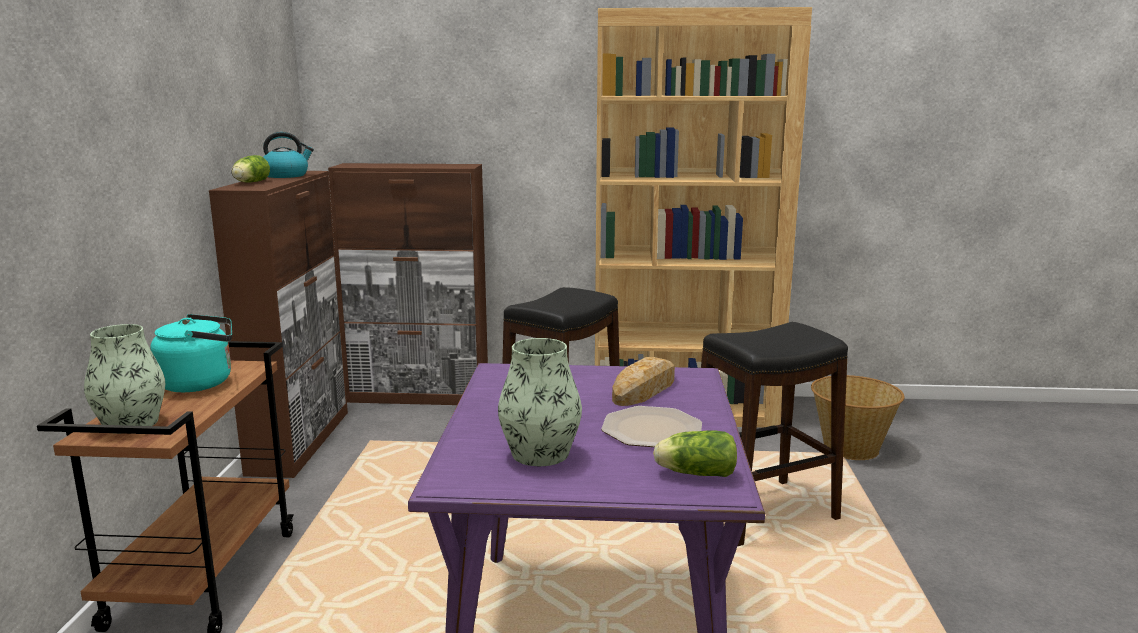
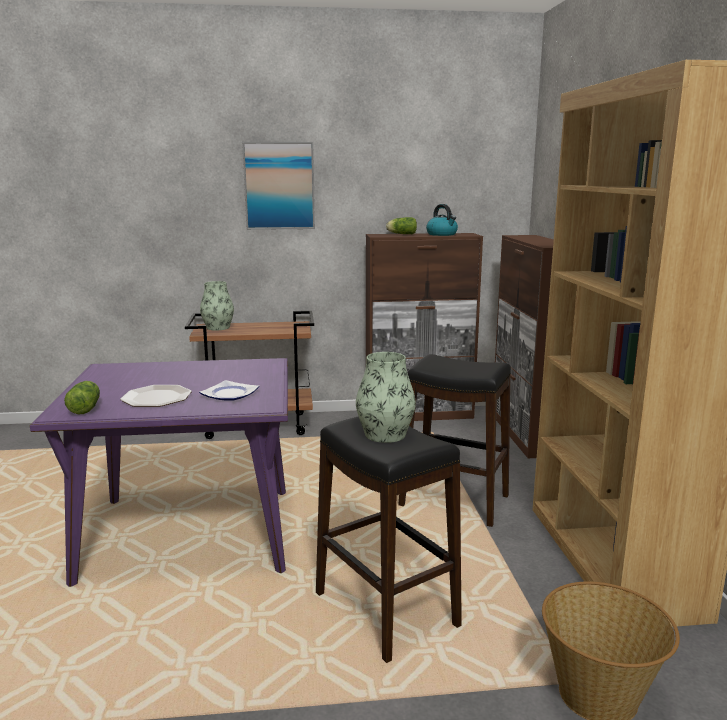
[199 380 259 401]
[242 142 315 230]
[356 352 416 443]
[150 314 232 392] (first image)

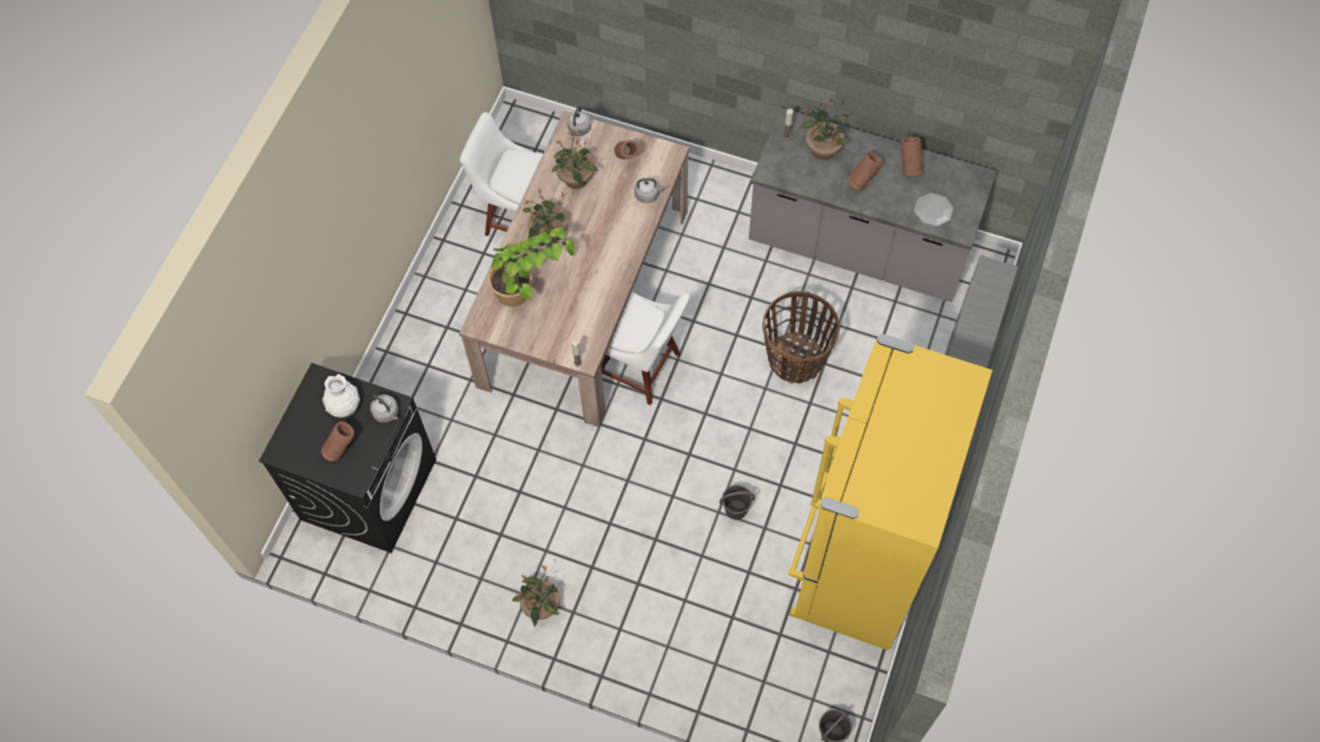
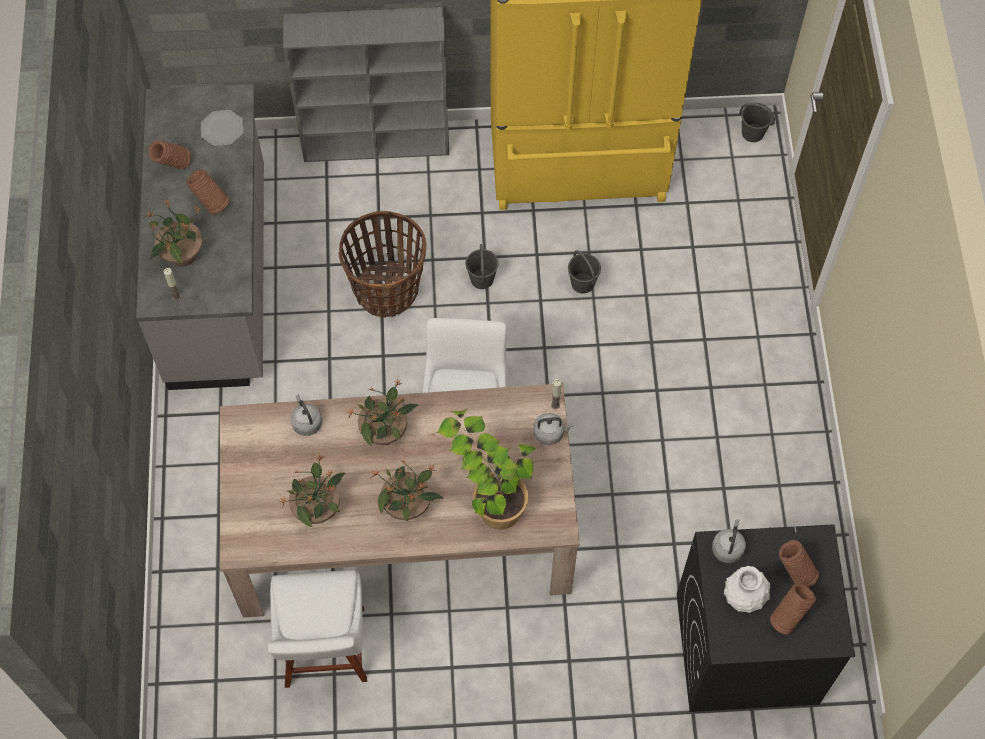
[347 378 419 446]
[465 244 499 289]
[533 413 574 445]
[770 583 816 635]

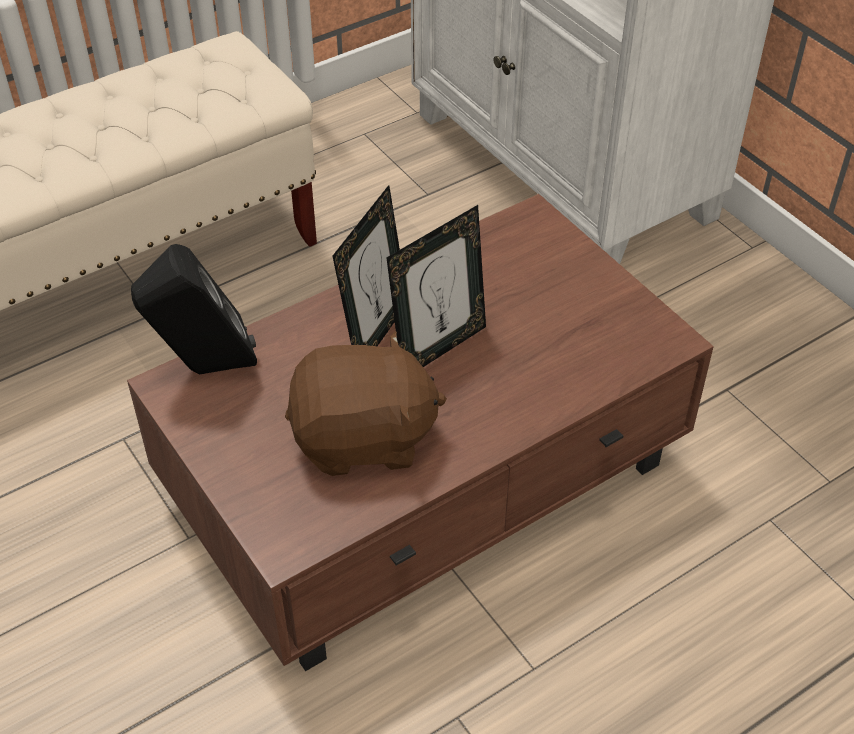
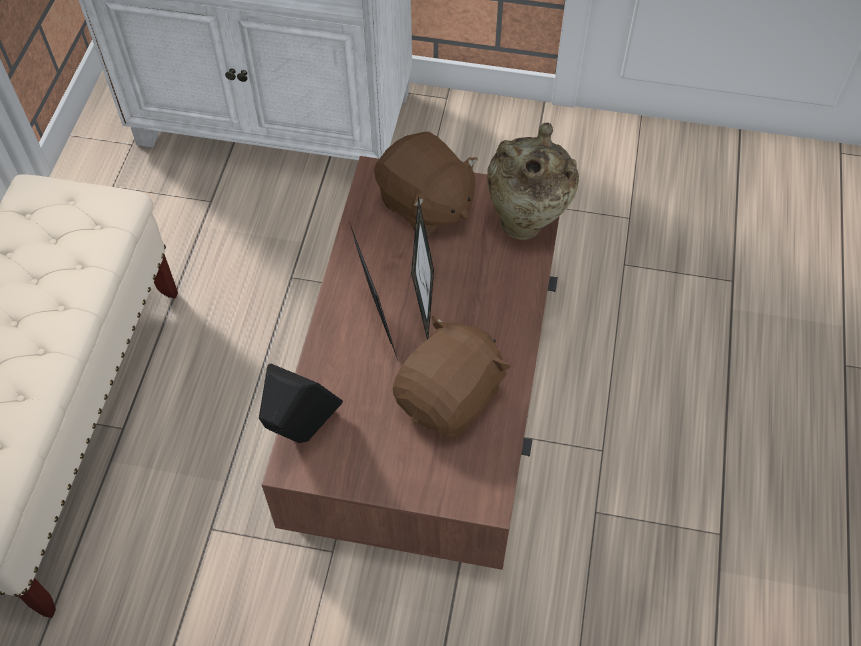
[374 132 478 235]
[487 123 579 240]

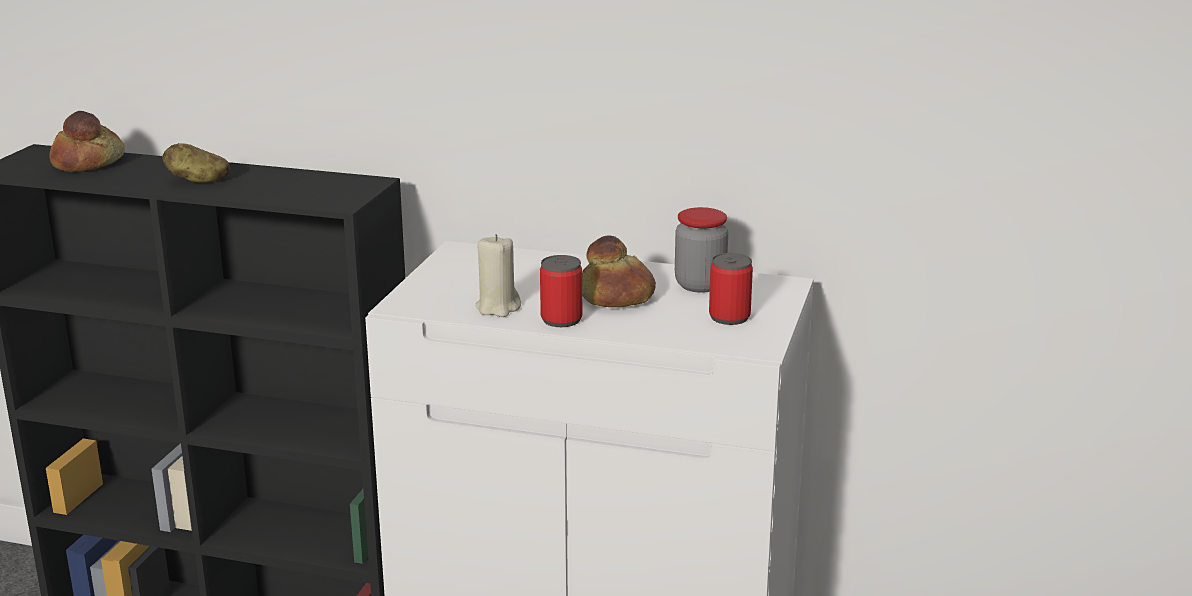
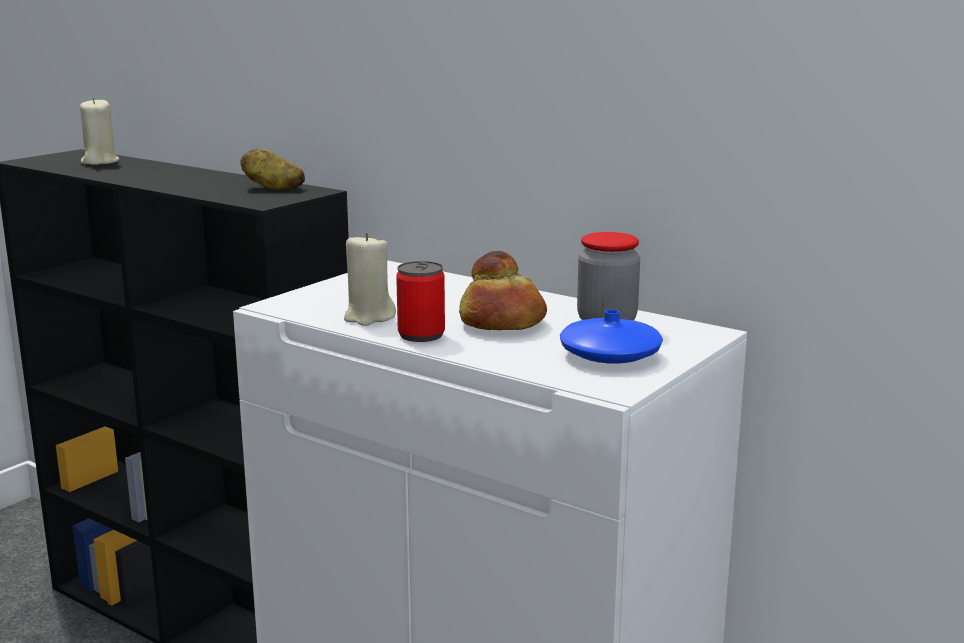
[80 97 119 165]
[240 149 305 190]
[560 310 663 364]

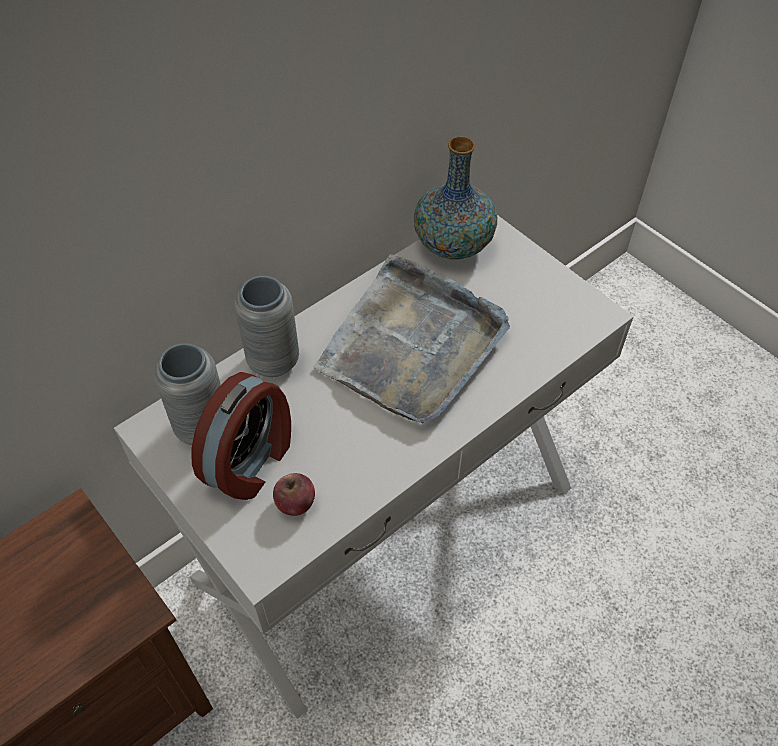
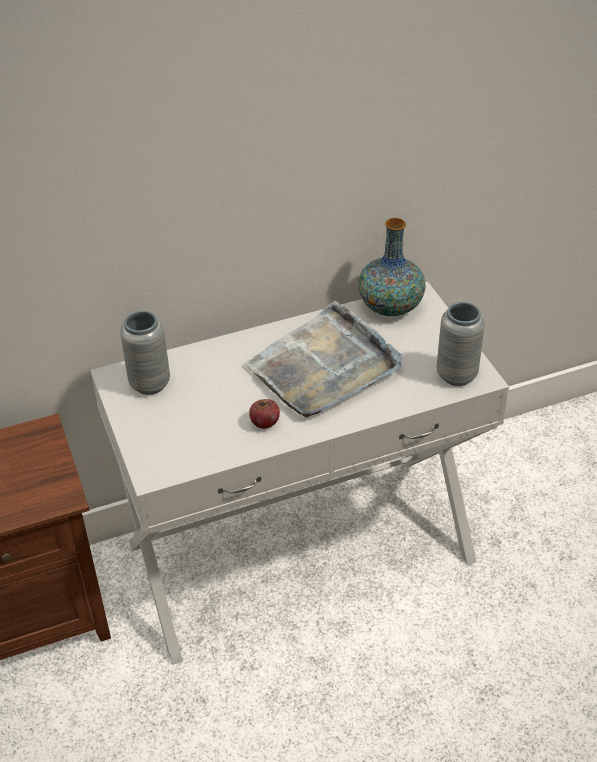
[249 399 280 429]
[437 302 485 386]
[191 372 291 500] (first image)

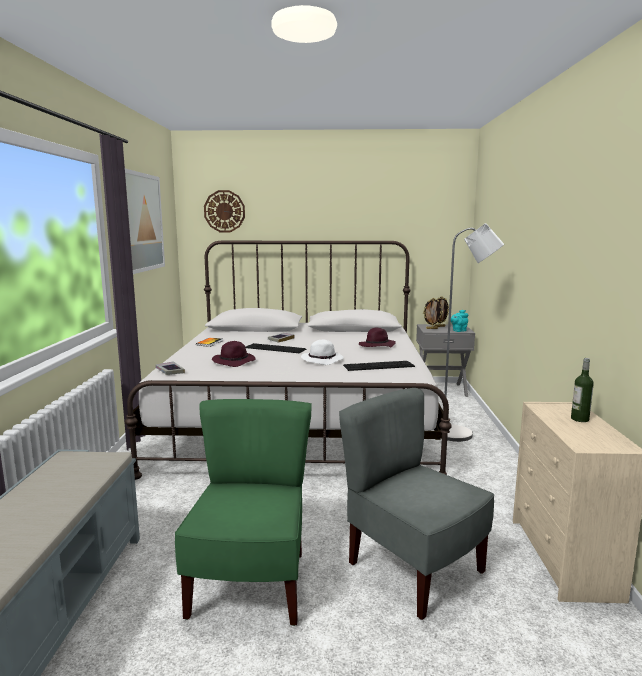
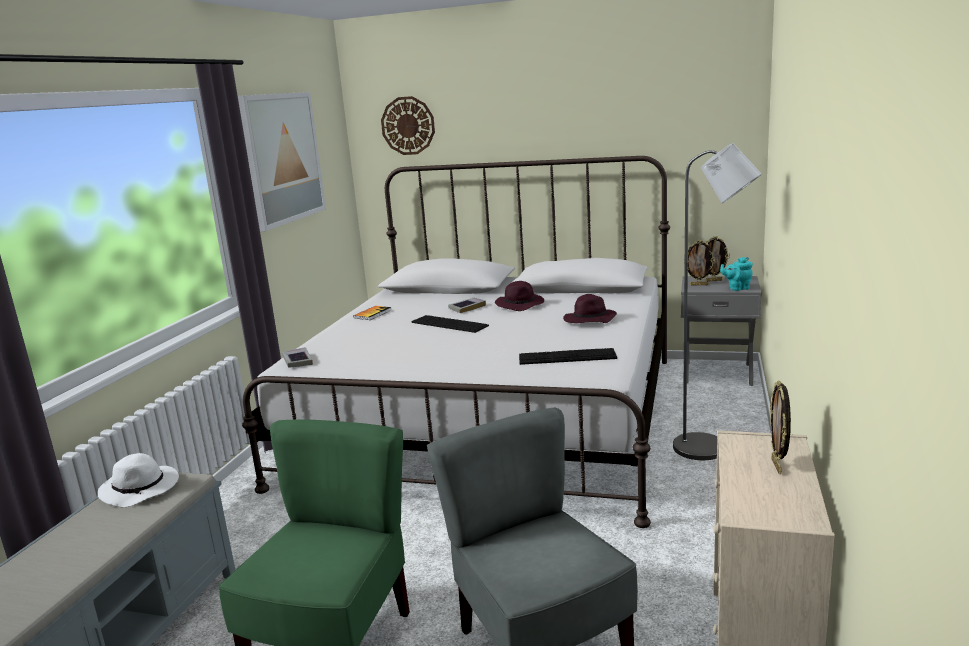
[98 453 179 507]
[495 281 544 311]
[770 380 791 474]

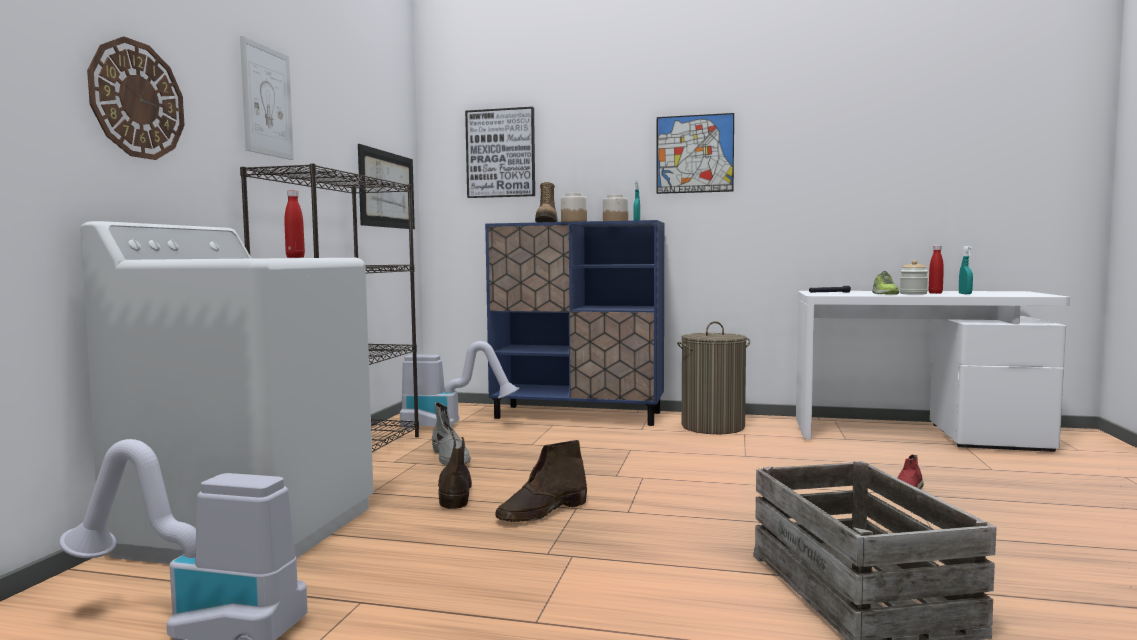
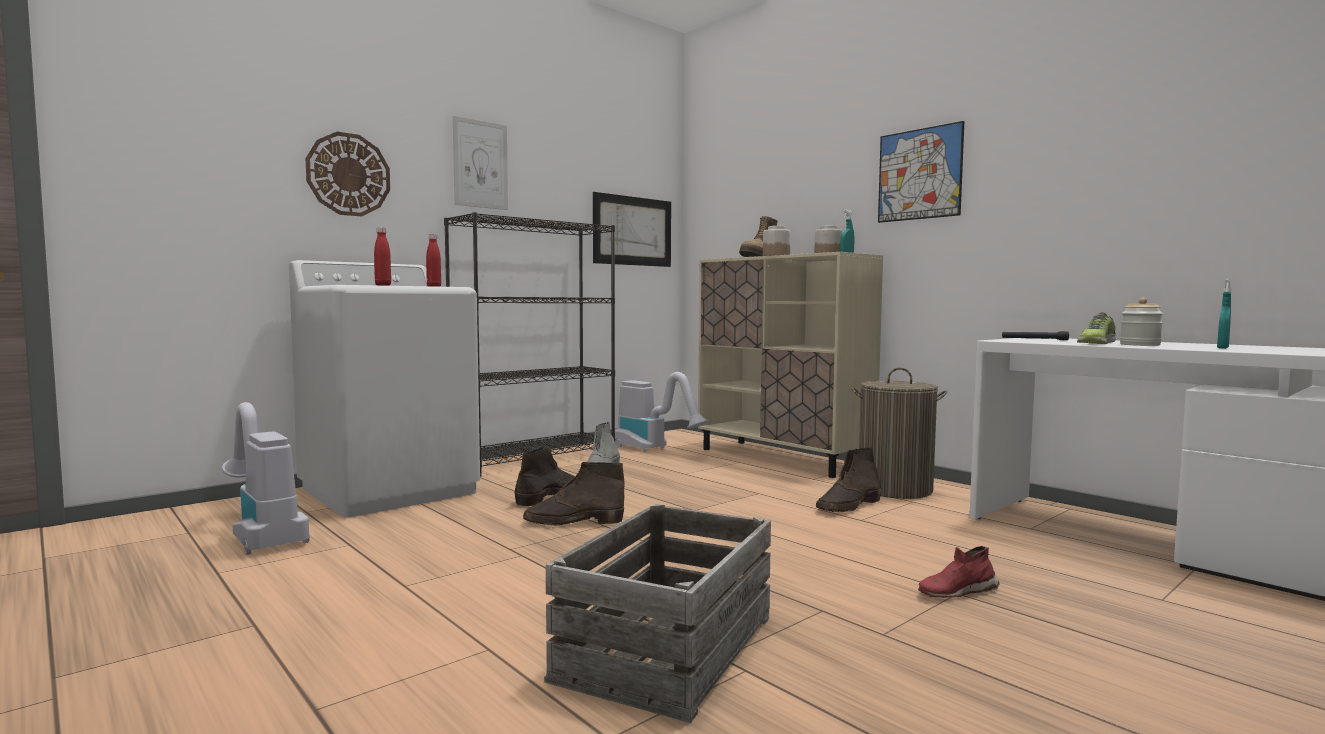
[374 227 391 285]
[698 252 883 478]
[816 447 881 512]
[465 107 535 198] (first image)

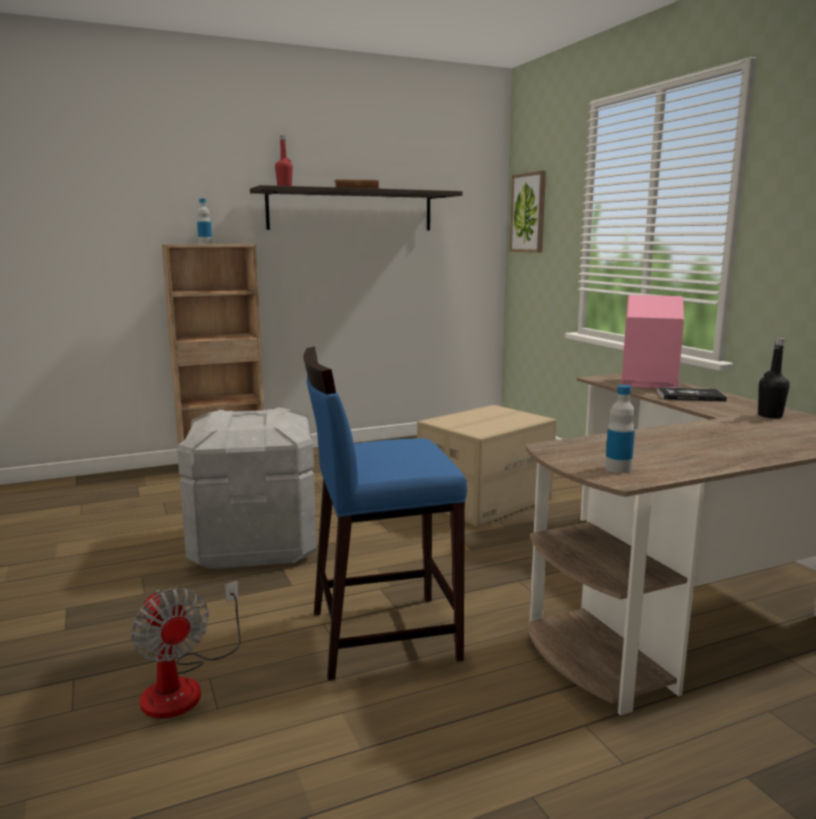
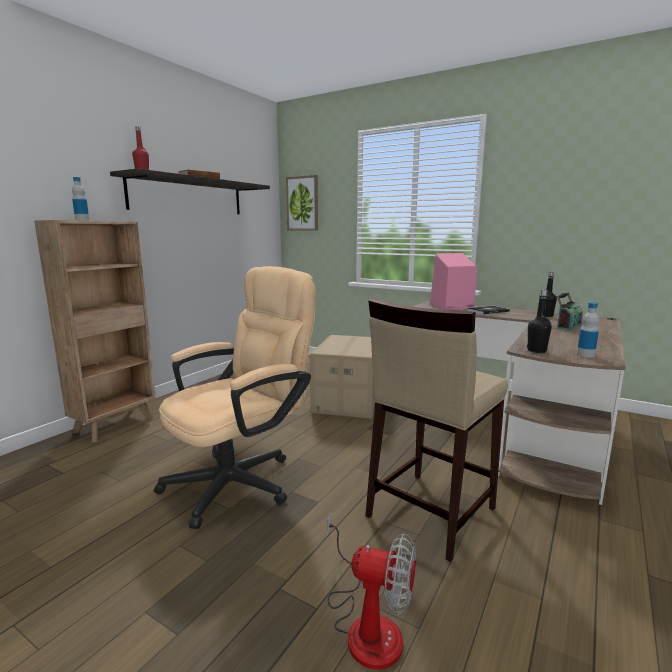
[154 266 315 529]
[365 299 508 562]
[527 289 552 353]
[557 292 583 330]

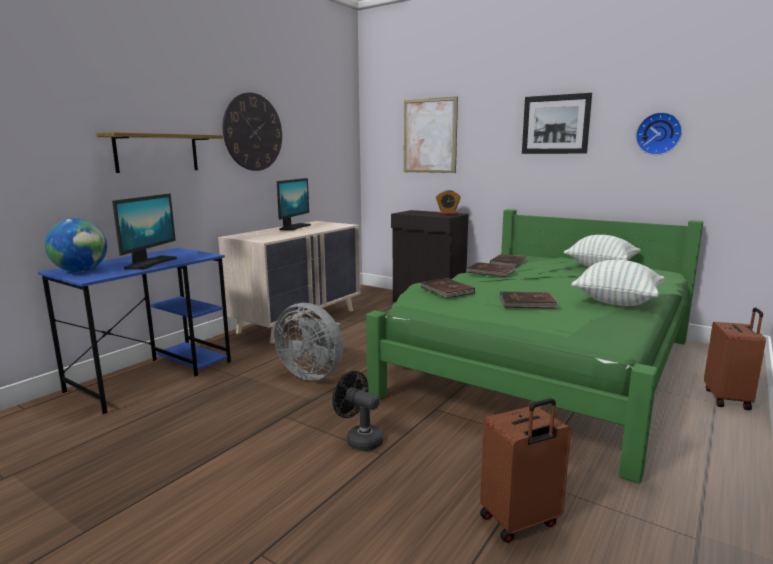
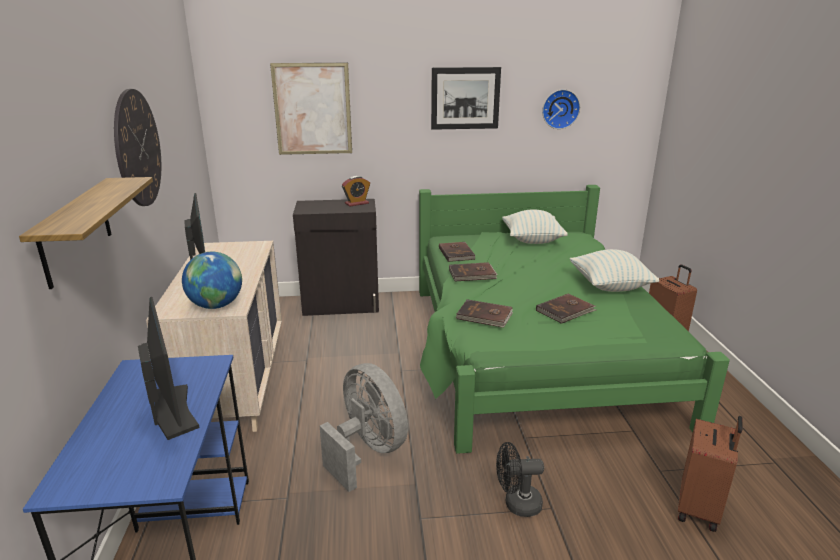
[182 252 242 309]
[320 363 408 492]

